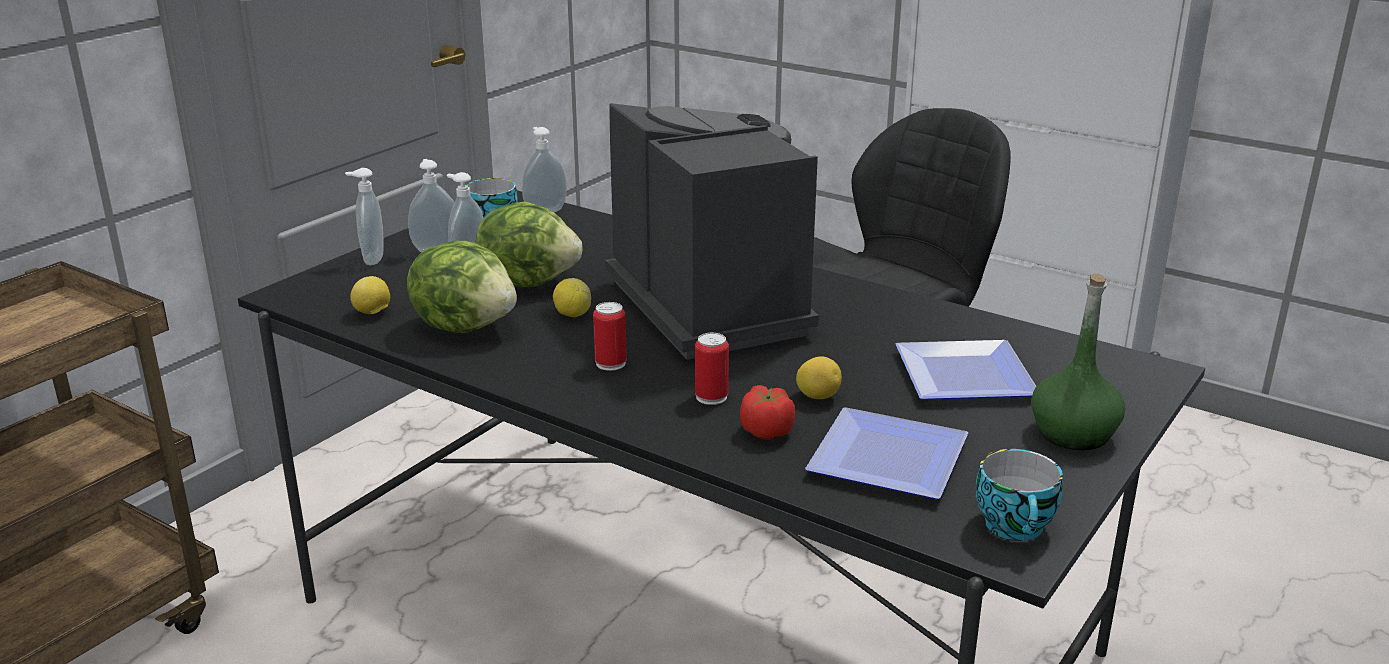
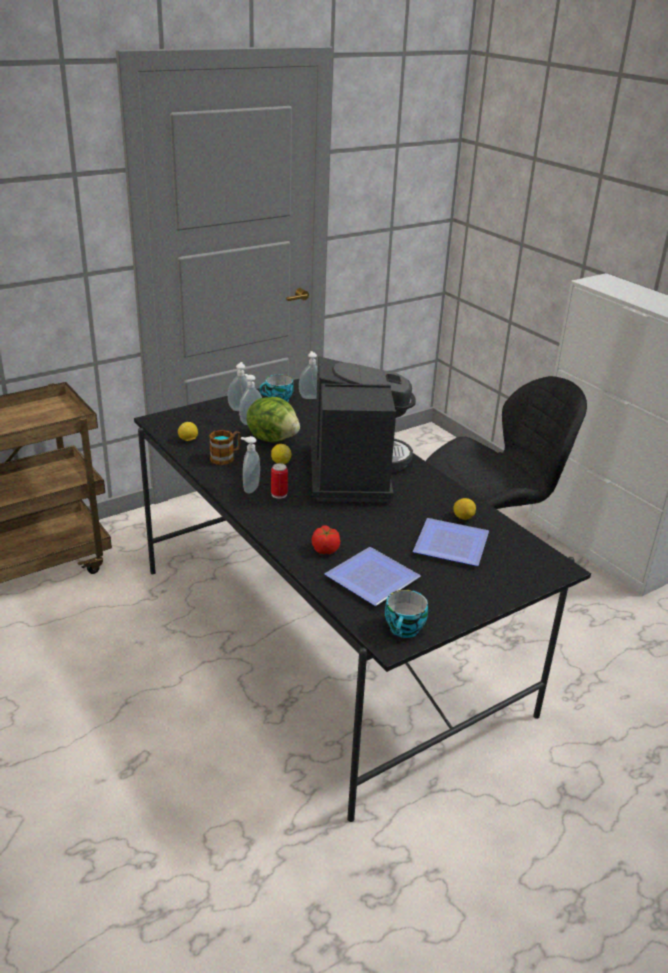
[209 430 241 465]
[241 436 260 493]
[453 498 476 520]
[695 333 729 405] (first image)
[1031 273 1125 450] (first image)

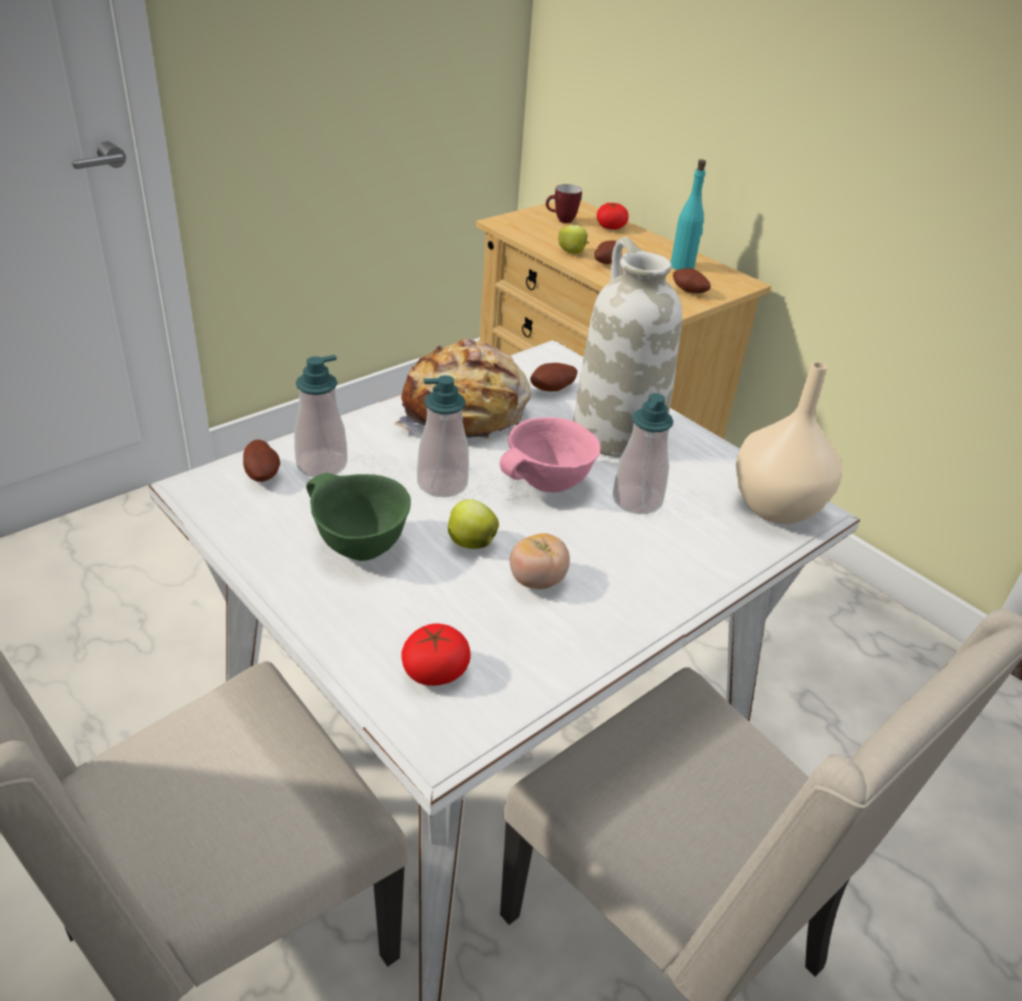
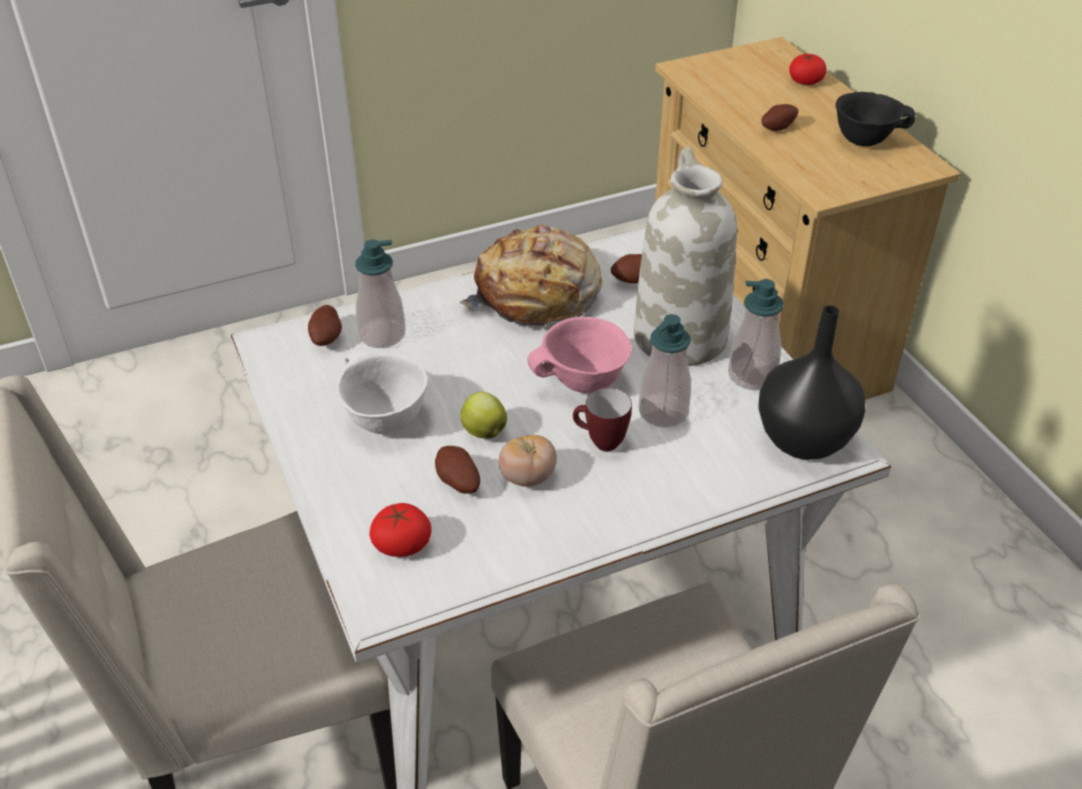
[337 349 428 434]
[435 446 480 494]
[573 388 632 451]
[728 279 784 390]
[758 305 865 460]
[836 92 915 146]
[558 225 589 254] (first image)

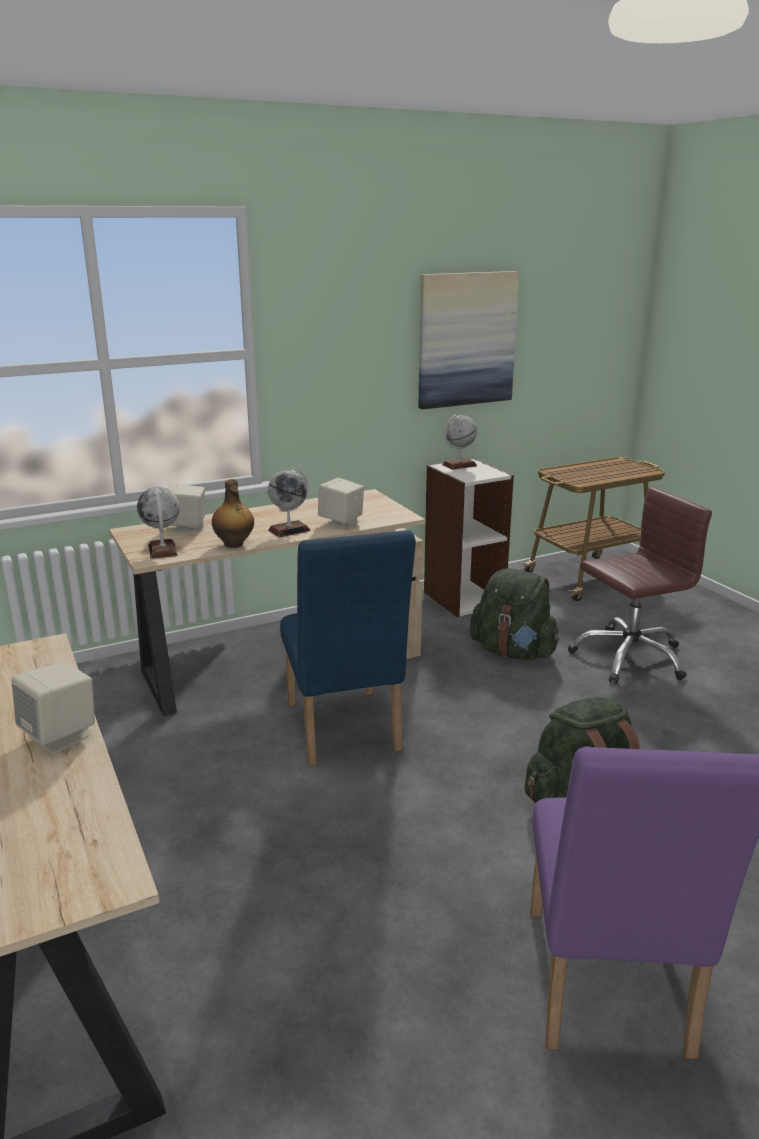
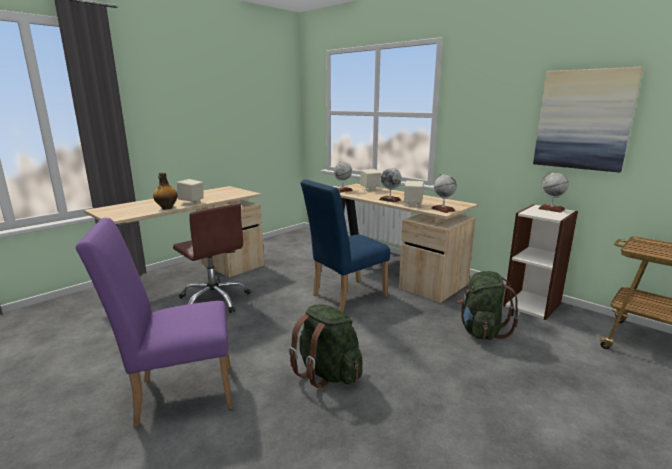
[153 173 178 209]
[173 204 251 313]
[431 173 457 213]

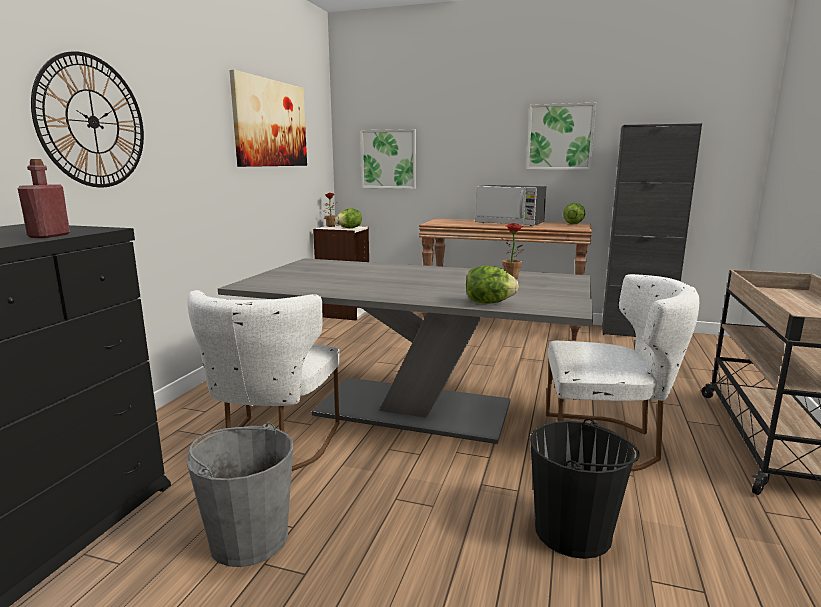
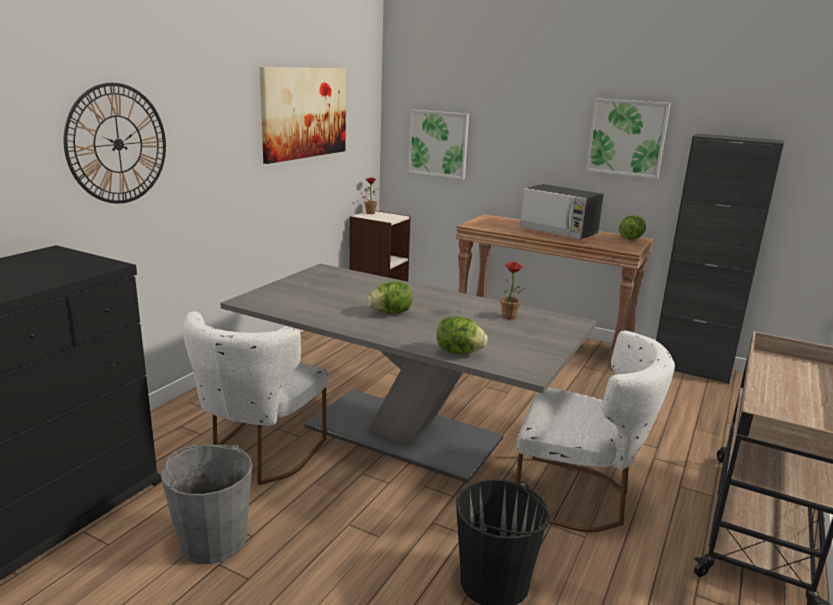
[368 281 412 314]
[18 159 70 238] (first image)

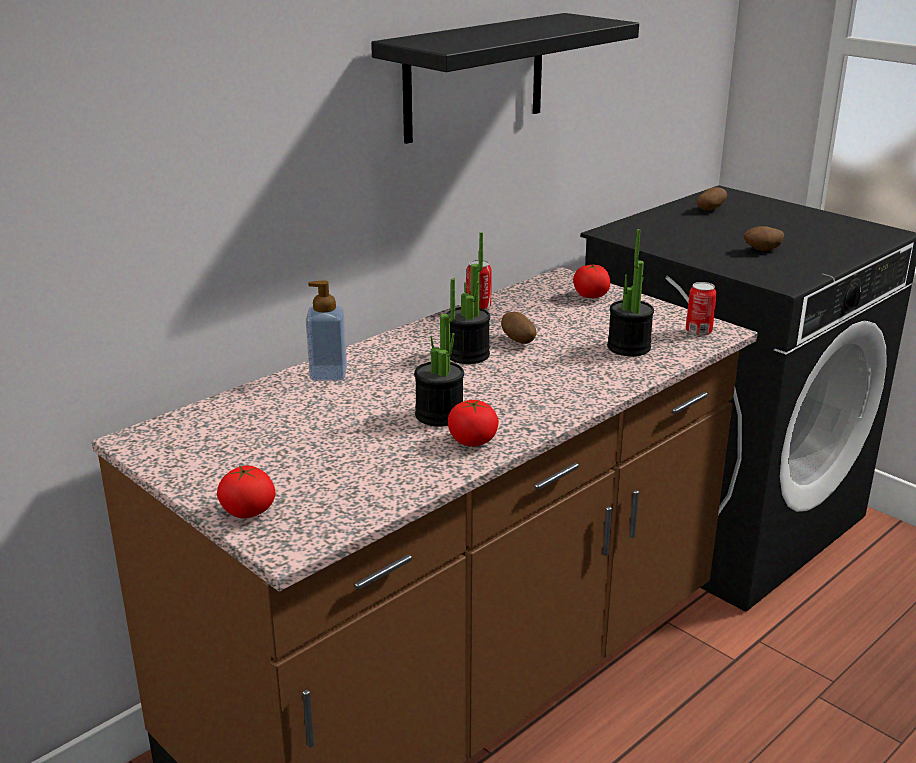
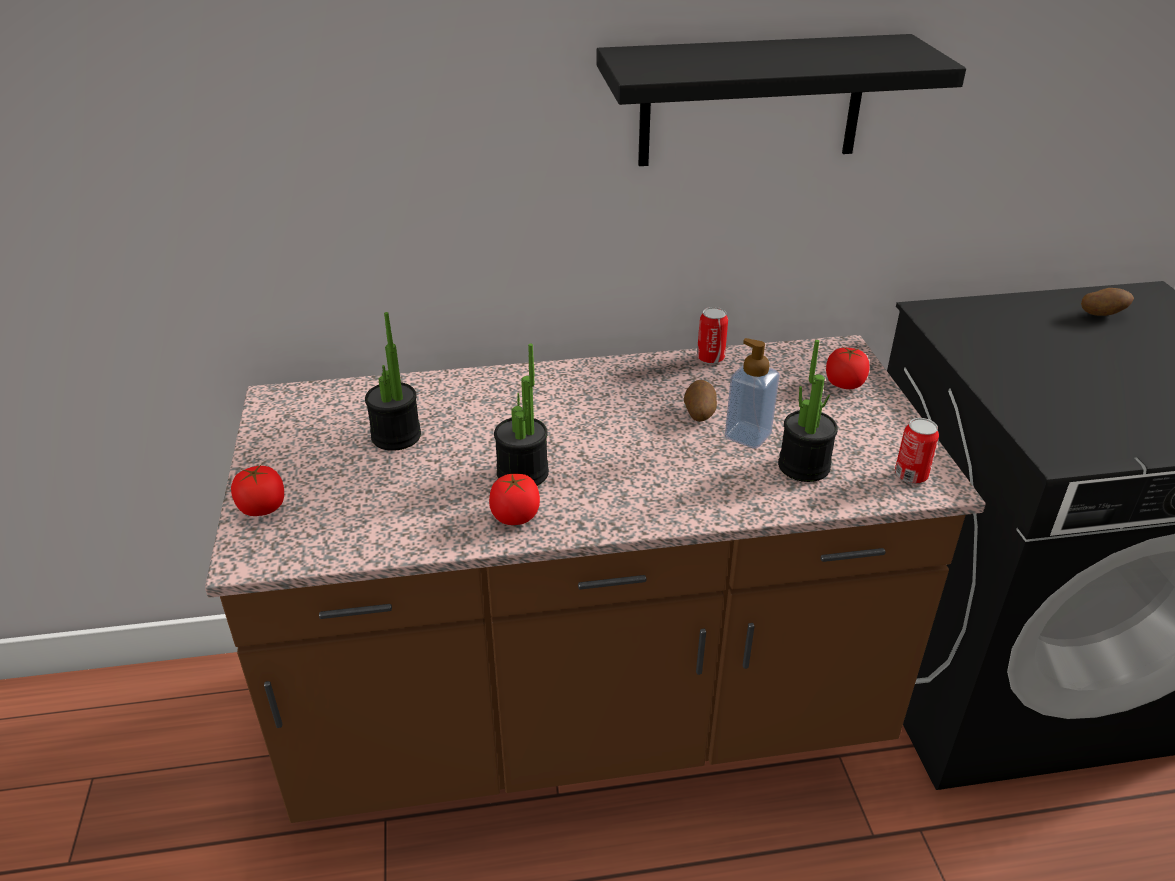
[365 312 421 451]
[725 338 780 449]
[744 226 784 251] (first image)

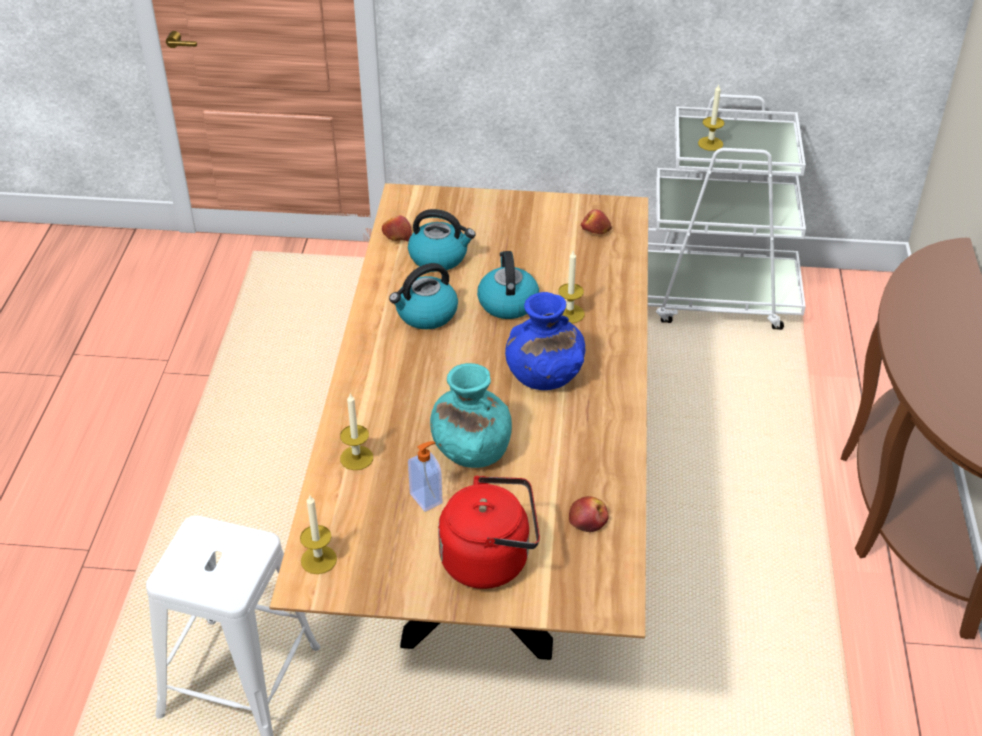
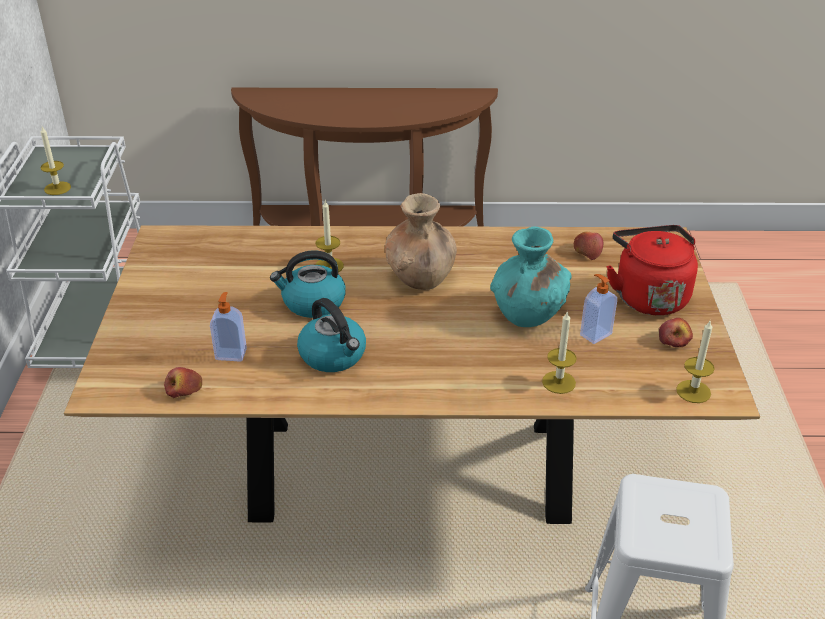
[210 292 247 362]
[385 193 457 290]
[659 318 693 347]

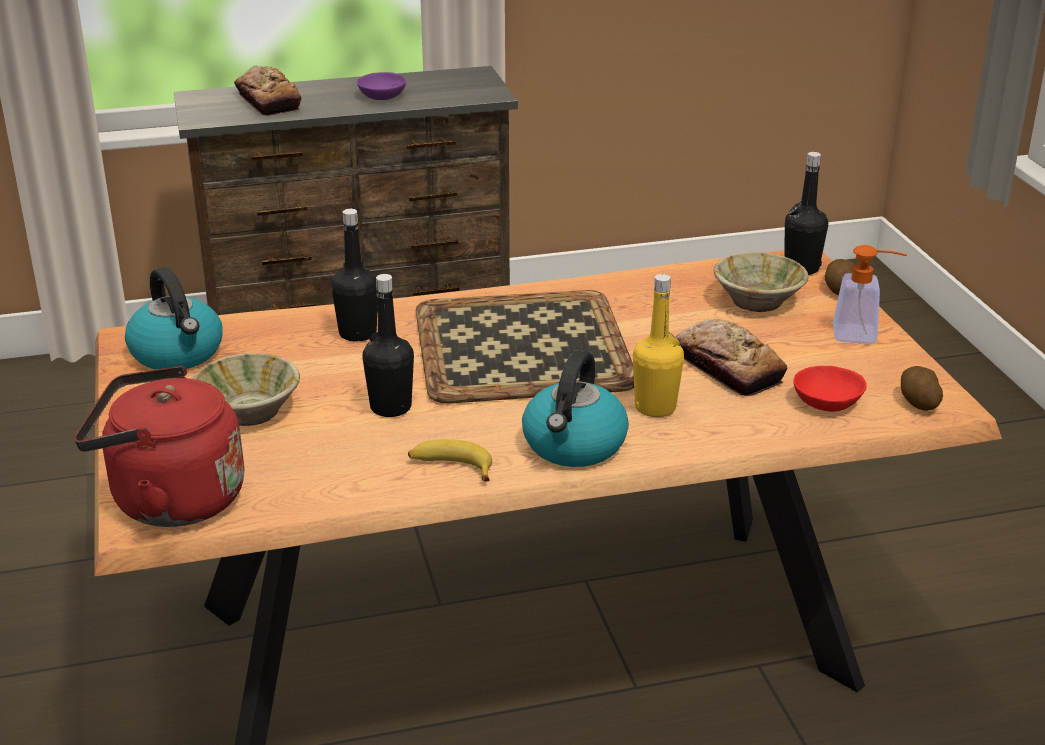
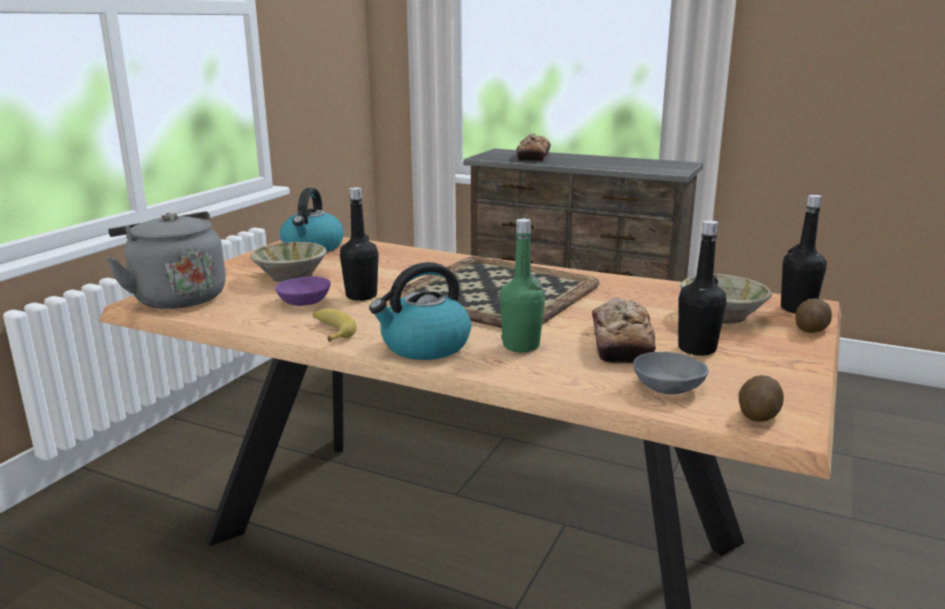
[106 211 226 309]
[275 276 331 306]
[499 219 545 352]
[633 352 709 394]
[678 220 727 356]
[833 245 907 344] (first image)

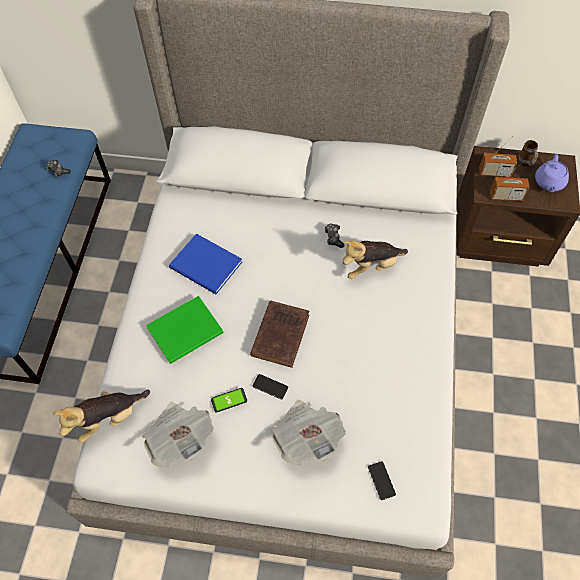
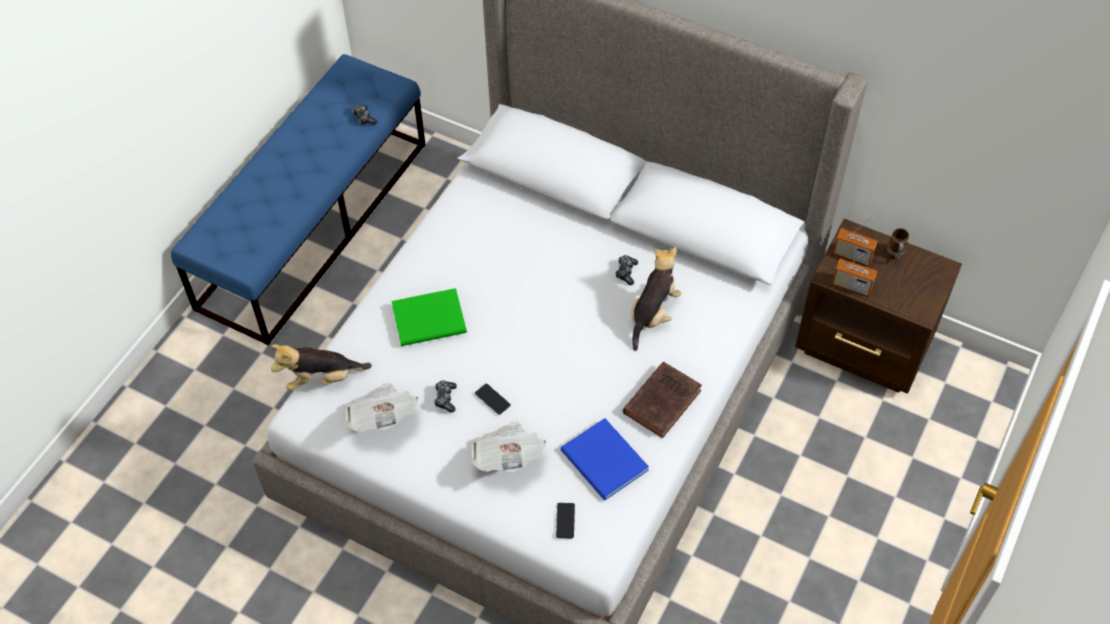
[434 381 457 412]
[561 418 649 500]
[623 362 702 438]
[631 247 681 351]
[535 154 569 192] (first image)

